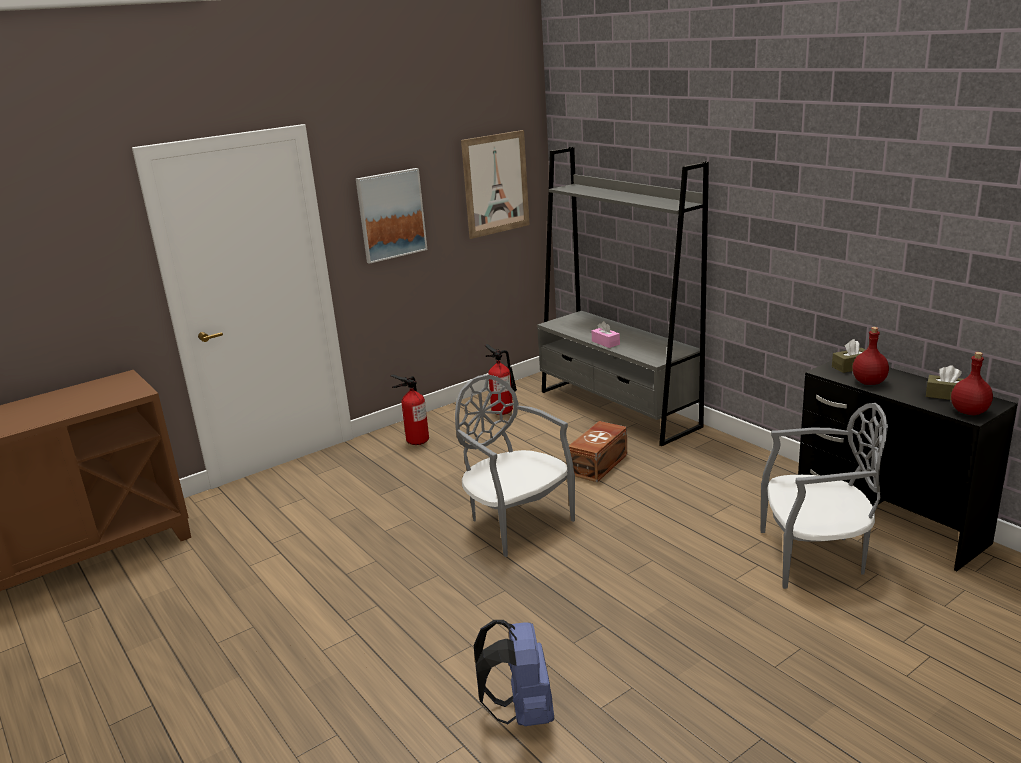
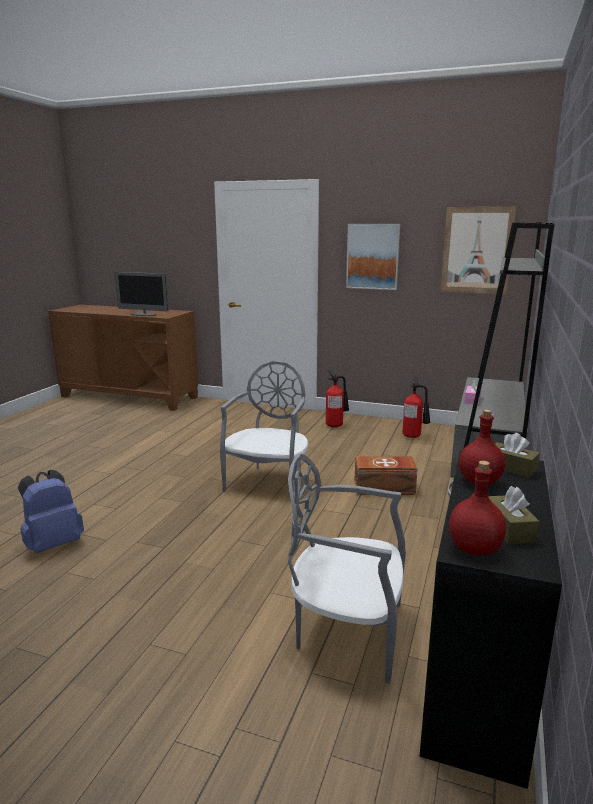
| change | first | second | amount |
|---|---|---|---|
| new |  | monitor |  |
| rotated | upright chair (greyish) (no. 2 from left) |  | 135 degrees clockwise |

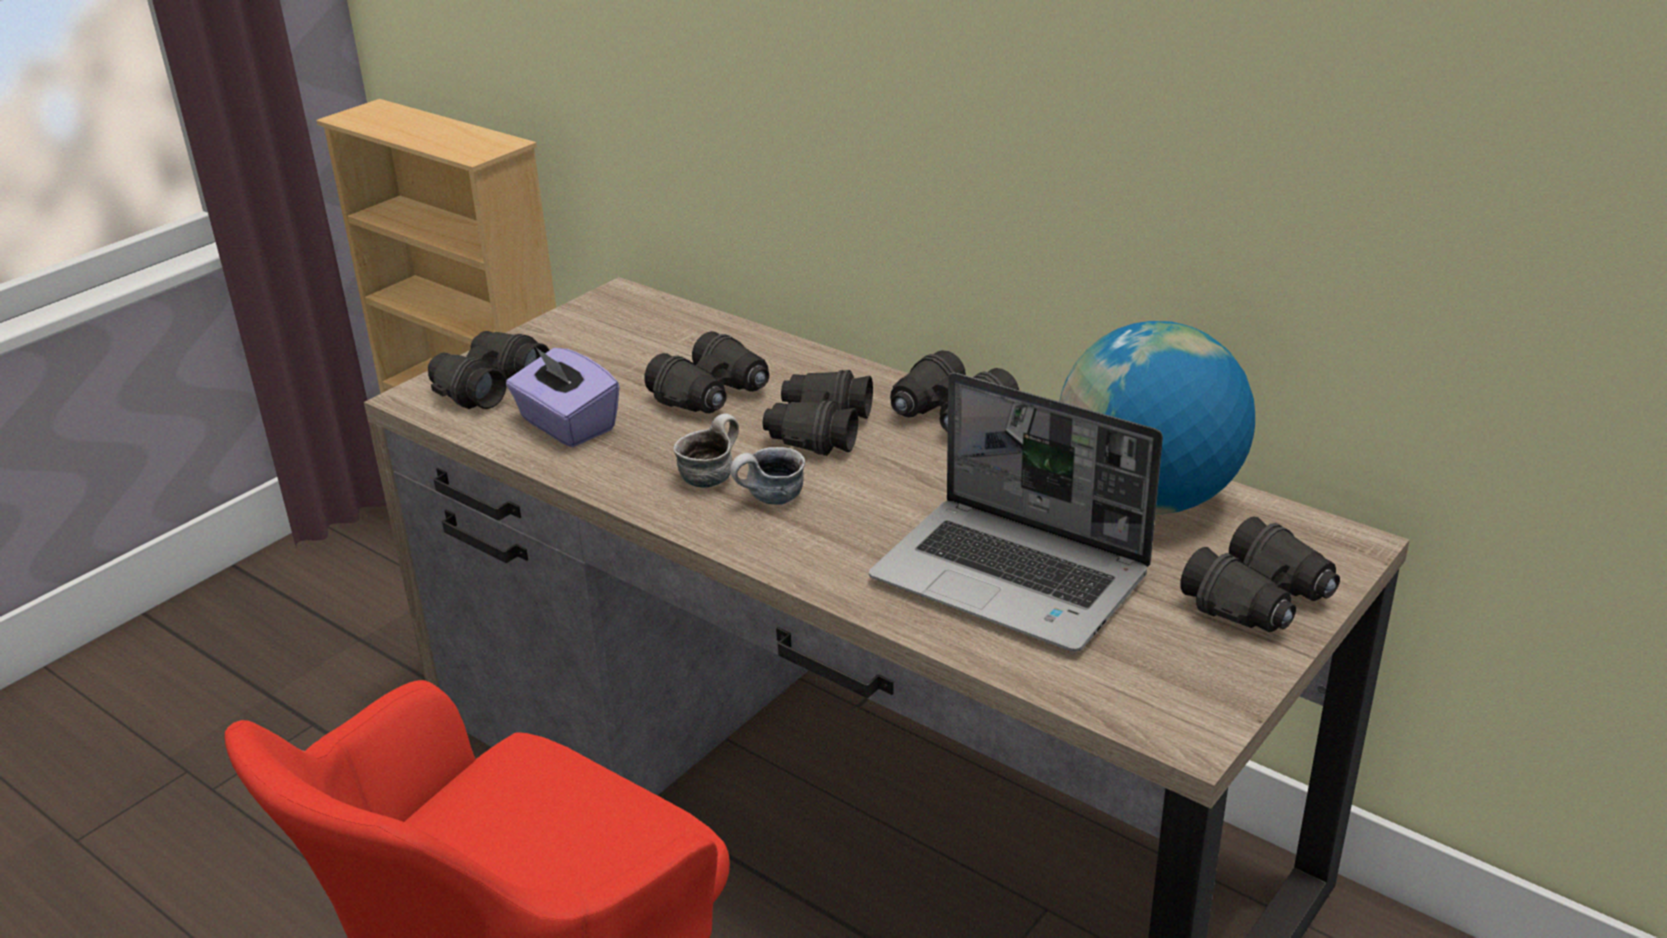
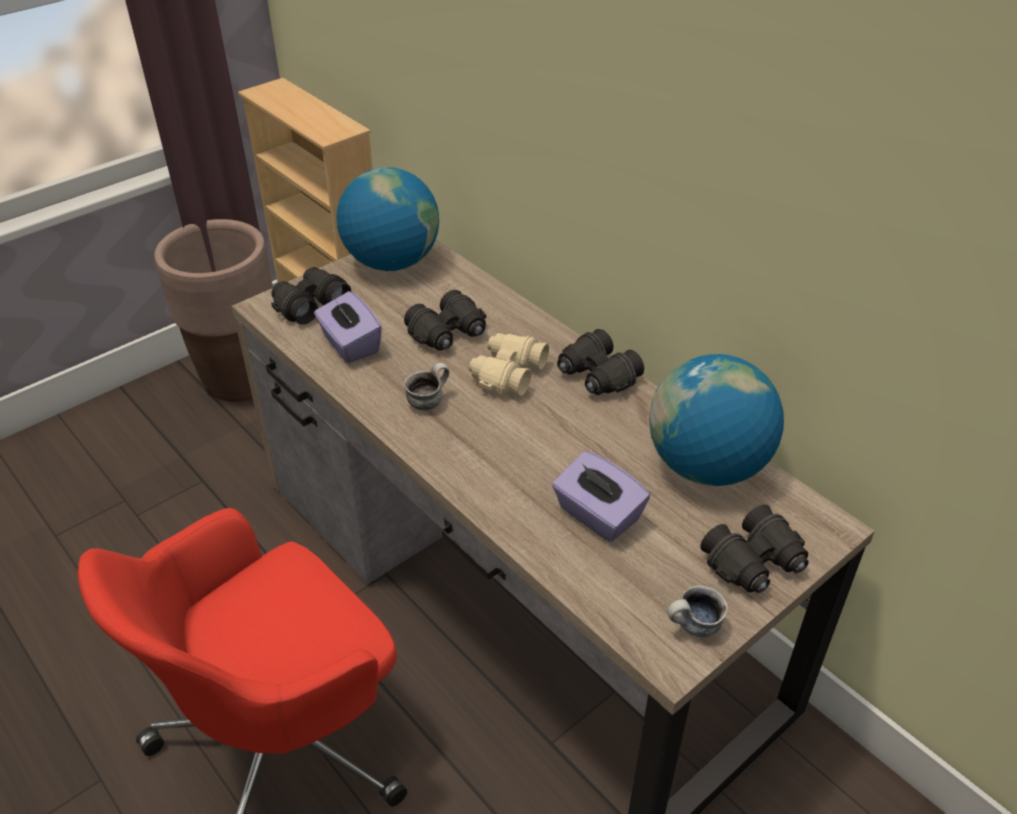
| change | first | second | amount |
|---|---|---|---|
| new |  | planter (brownish) |  |
| new |  | desk globe (no. 1 from left) |  |
| repainted | field glasses (black) (no. 3 from left) | field glasses (sand-coloured) |  |
| swapped | laptop | tissue box (purplish) (no. 2 from left) |  |
| shifted | tea mug (no. 2 from left) |  |  |

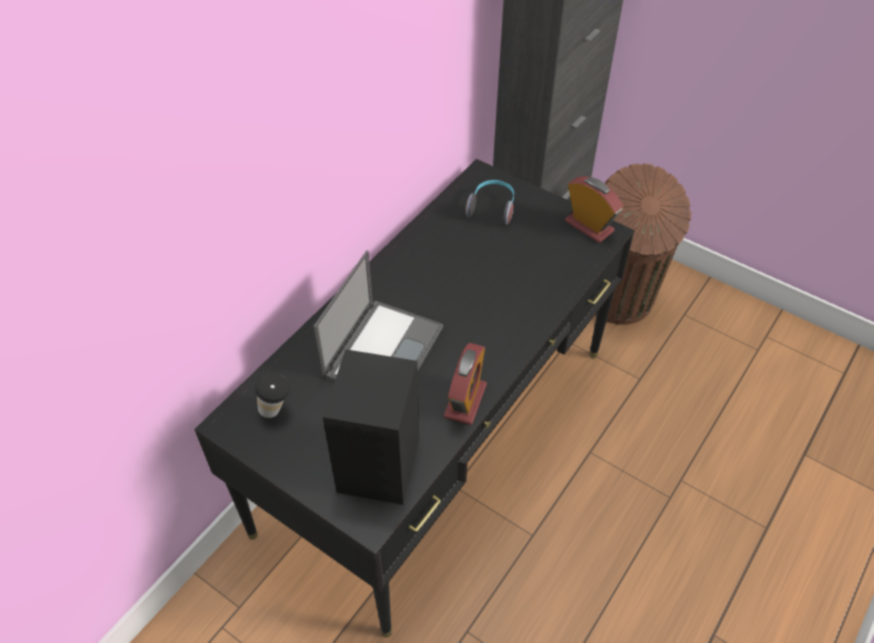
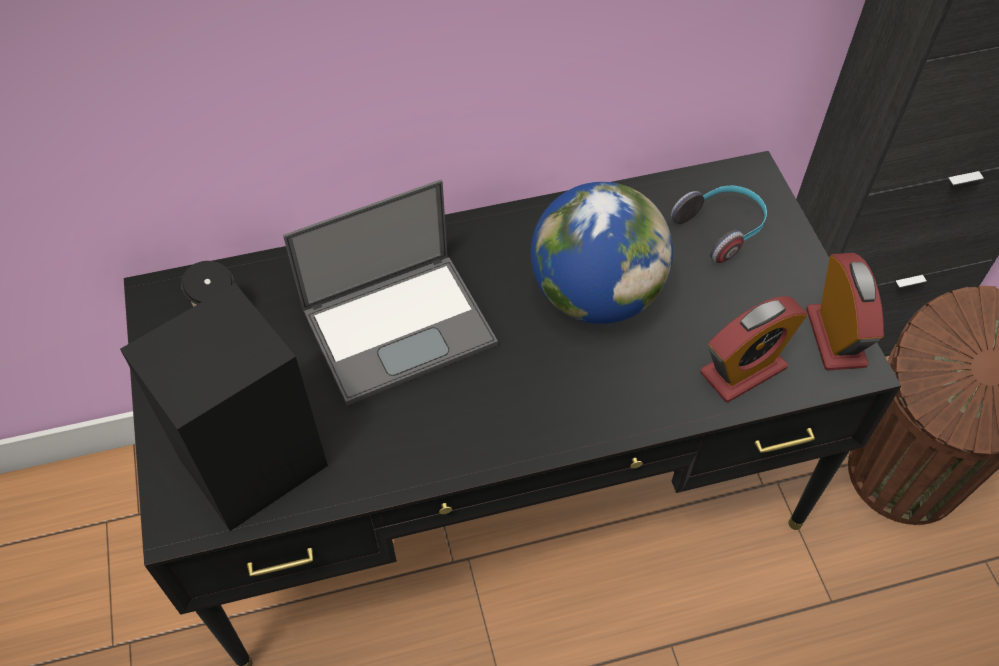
| change | first | second | amount |
|---|---|---|---|
| new |  | desk globe |  |
| shifted | bedside clock (no. 1 from left) |  |  |

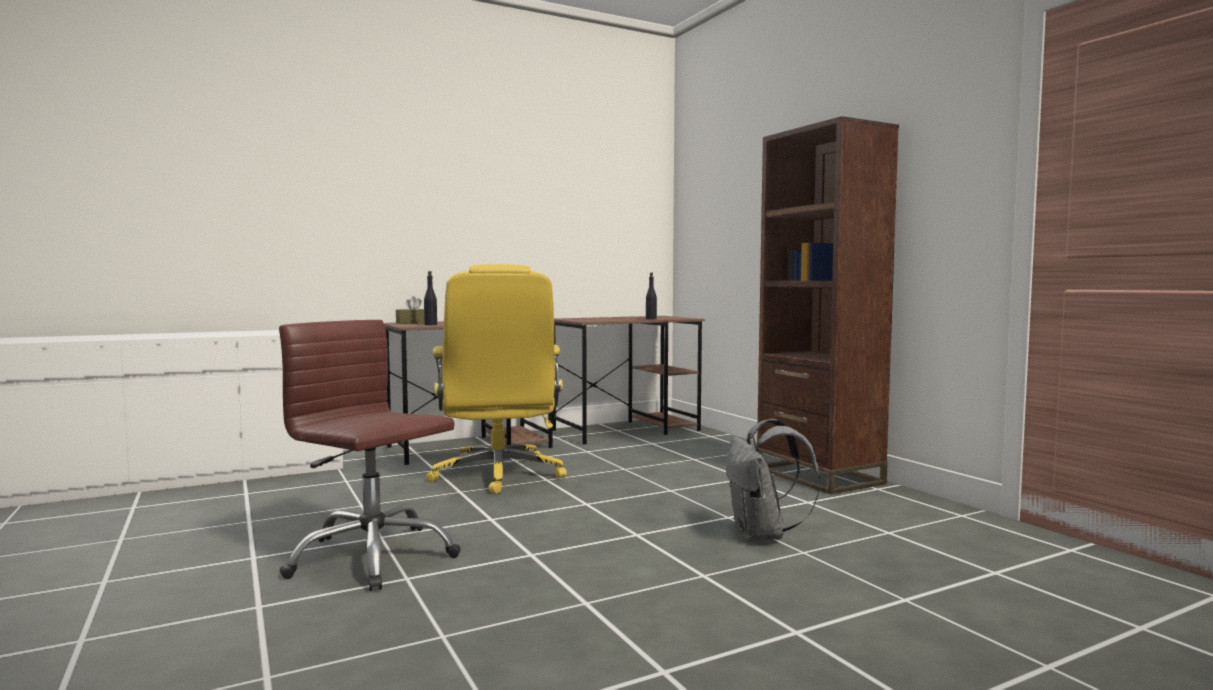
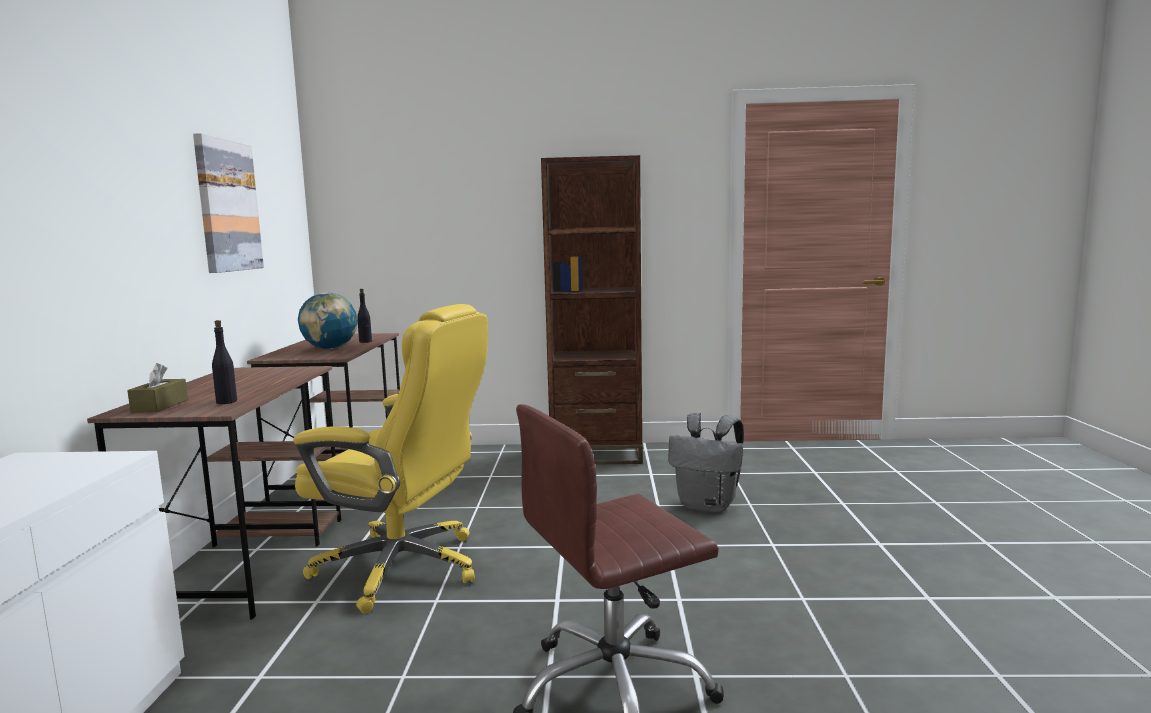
| change | first | second | amount |
|---|---|---|---|
| new |  | wall art |  |
| new |  | desk globe |  |

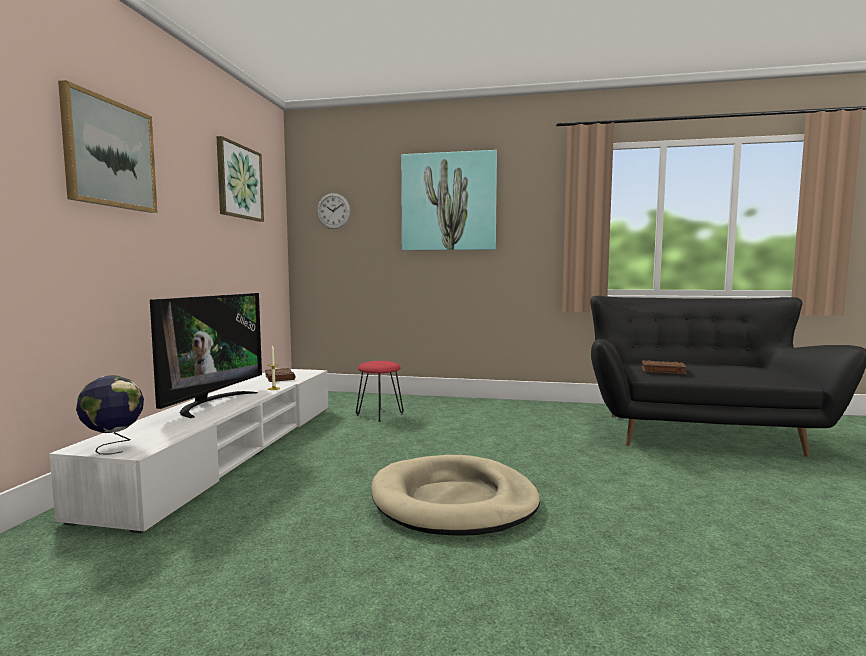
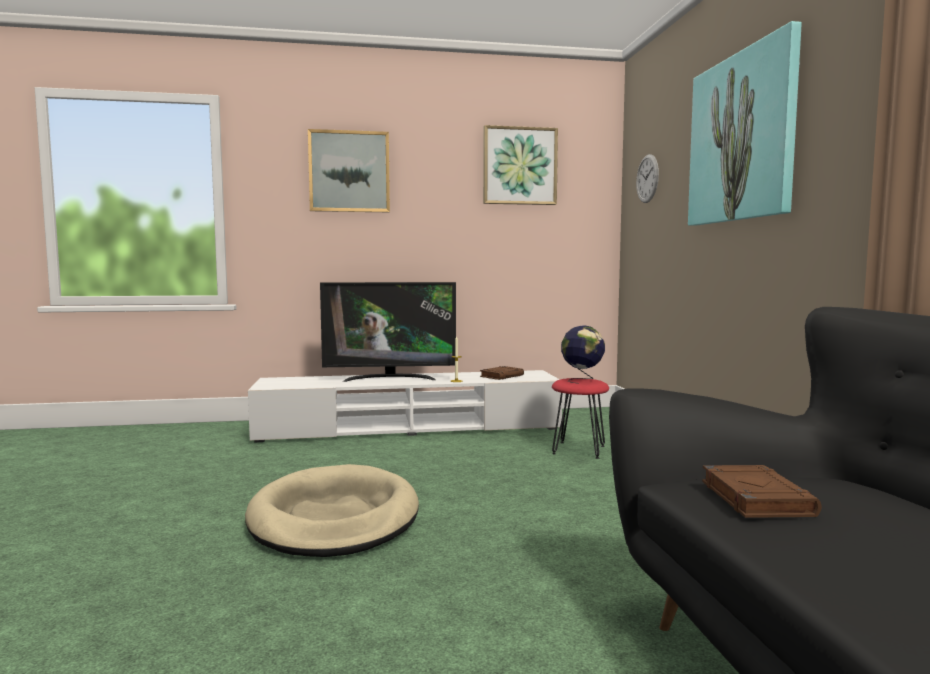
| change | first | second | amount |
|---|---|---|---|
| shifted | desk globe |  |  |

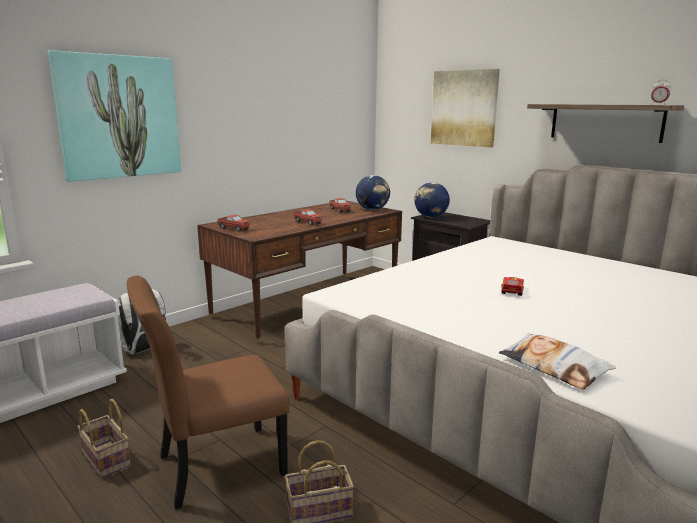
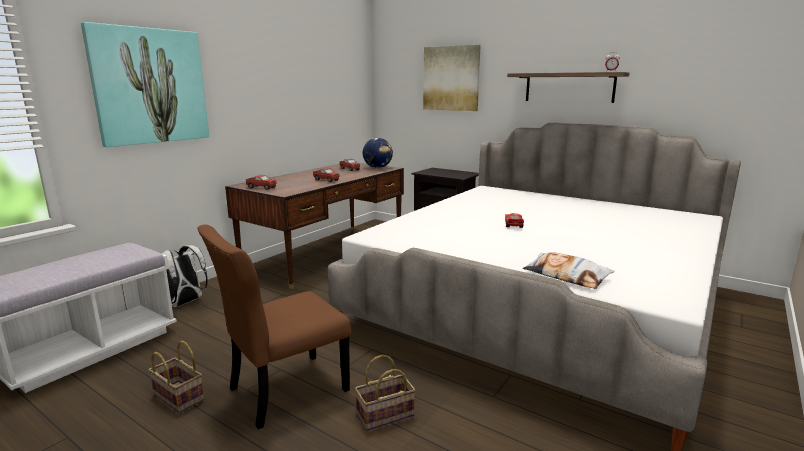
| change | first | second | amount |
|---|---|---|---|
| gone | desk globe (no. 2 from left) |  |  |

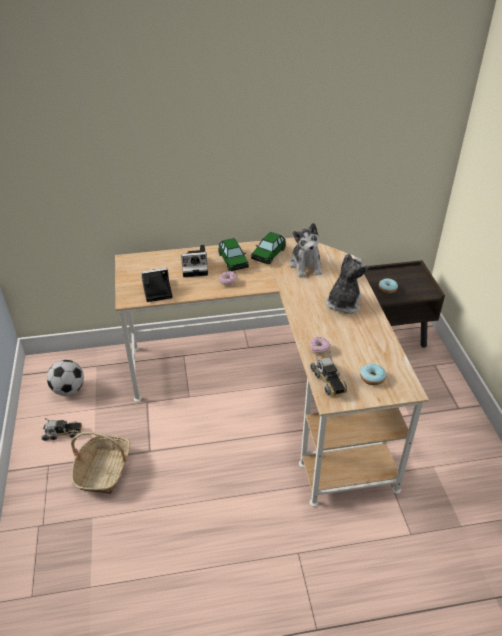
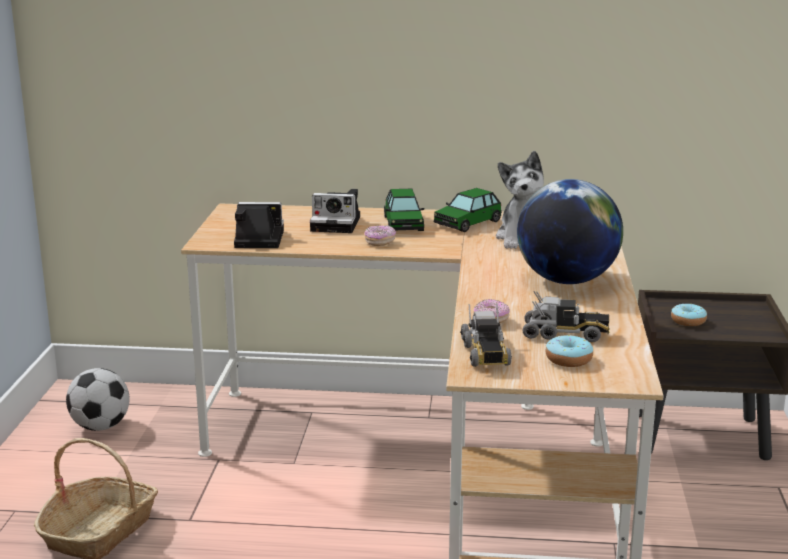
| change | first | second | amount |
|---|---|---|---|
| swapped | cuddly toy (no. 2 from left) | desk globe |  |
| shifted | model truck (no. 1 from left in the first image) | model truck (no. 2 from left) |  |

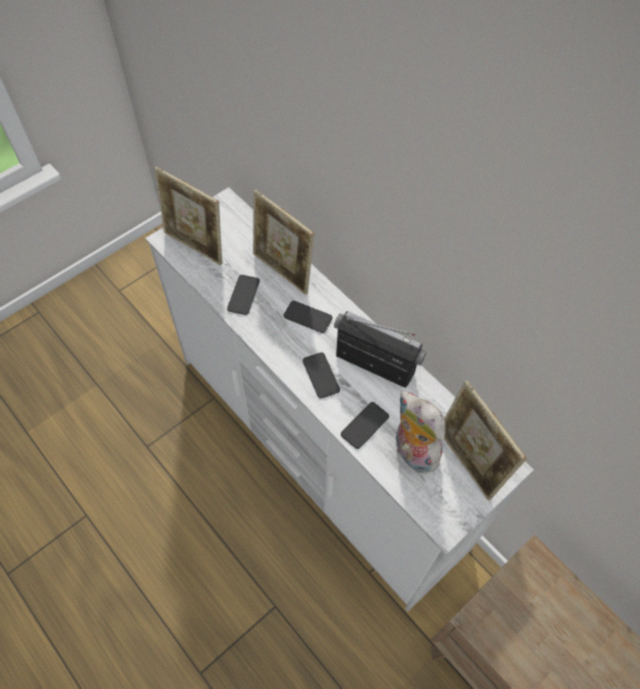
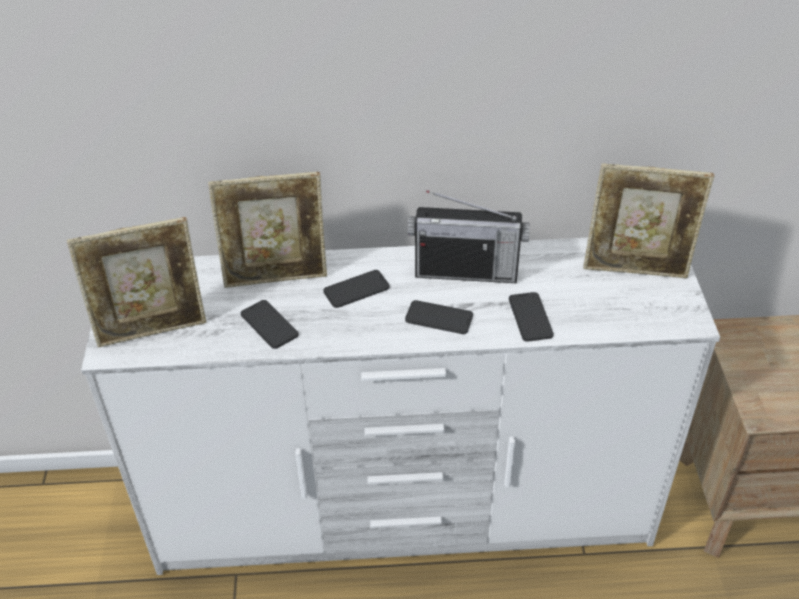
| change | first | second | amount |
|---|---|---|---|
| rotated | radio receiver |  | 150 degrees counterclockwise |
| gone | cuddly toy |  |  |

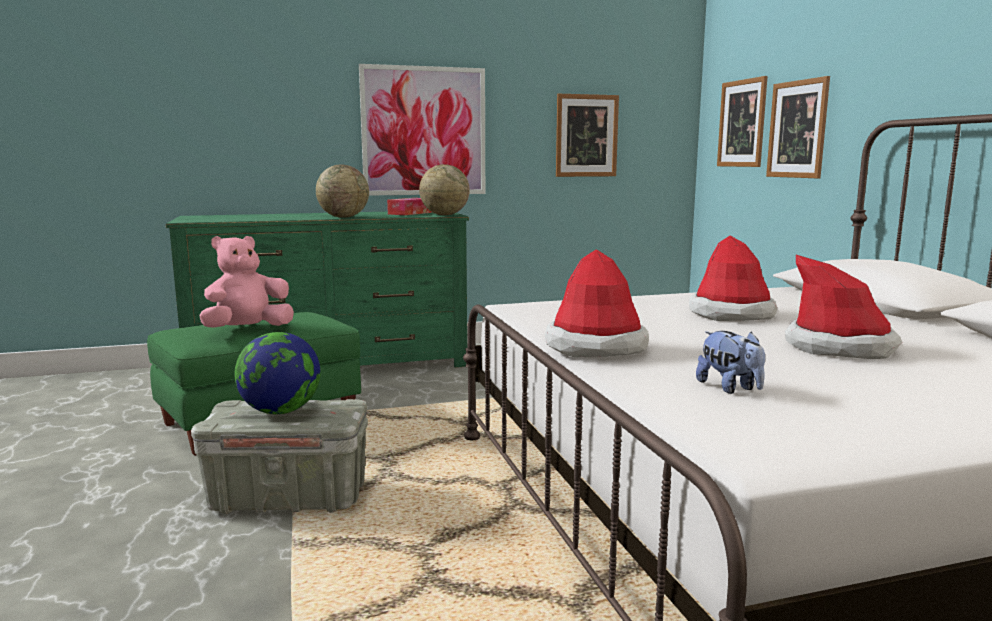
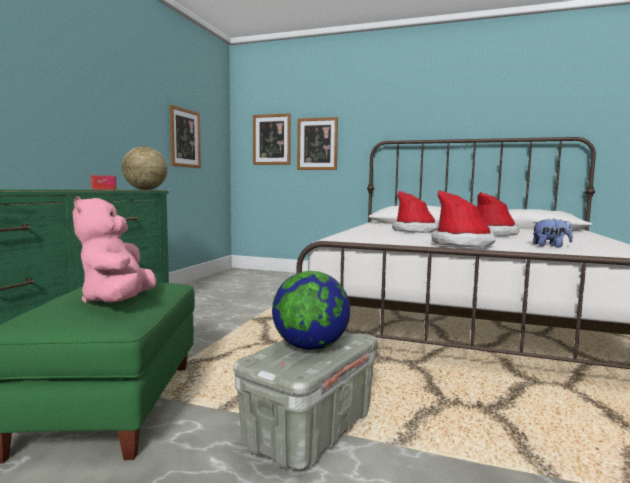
| change | first | second | amount |
|---|---|---|---|
| gone | desk globe (no. 2 from left) |  |  |
| gone | wall art (no. 1 from left) |  |  |

